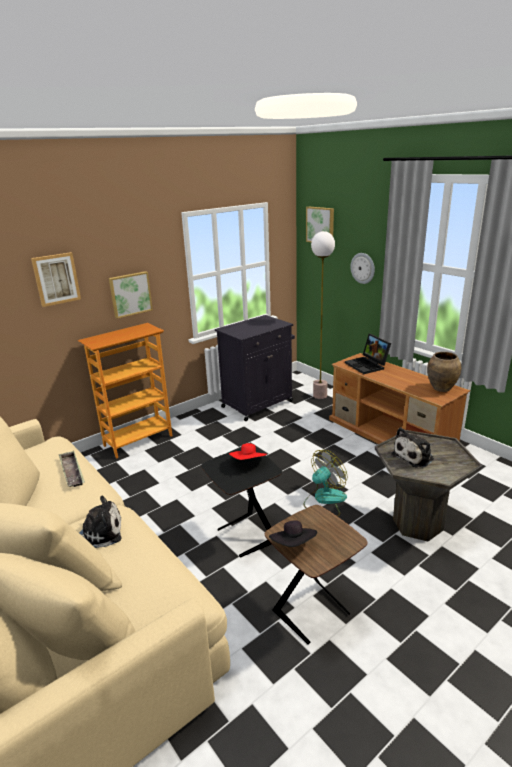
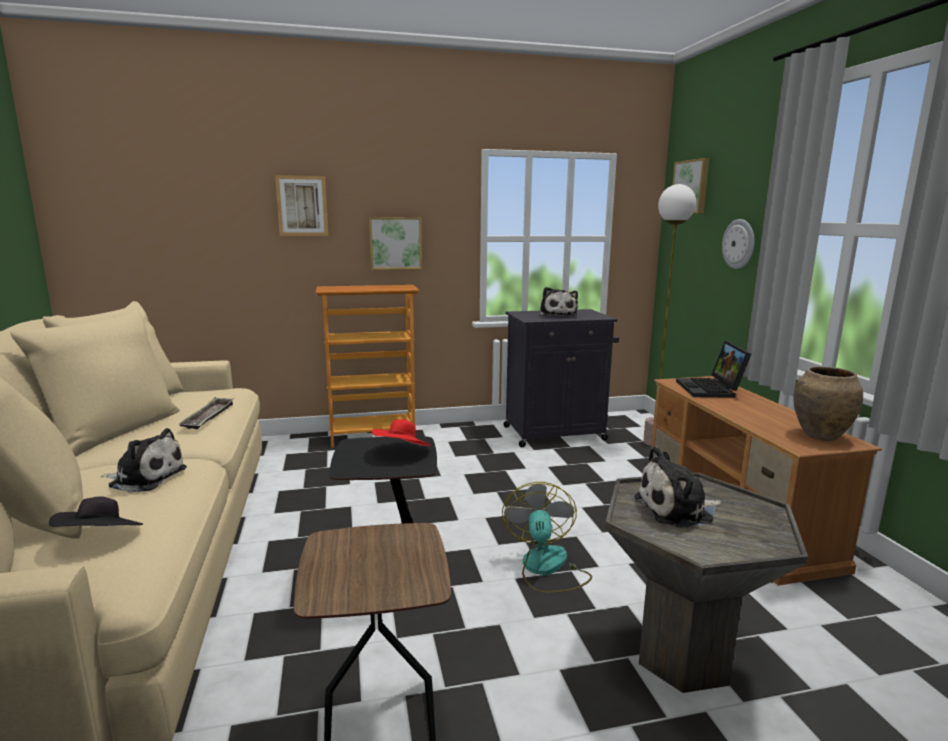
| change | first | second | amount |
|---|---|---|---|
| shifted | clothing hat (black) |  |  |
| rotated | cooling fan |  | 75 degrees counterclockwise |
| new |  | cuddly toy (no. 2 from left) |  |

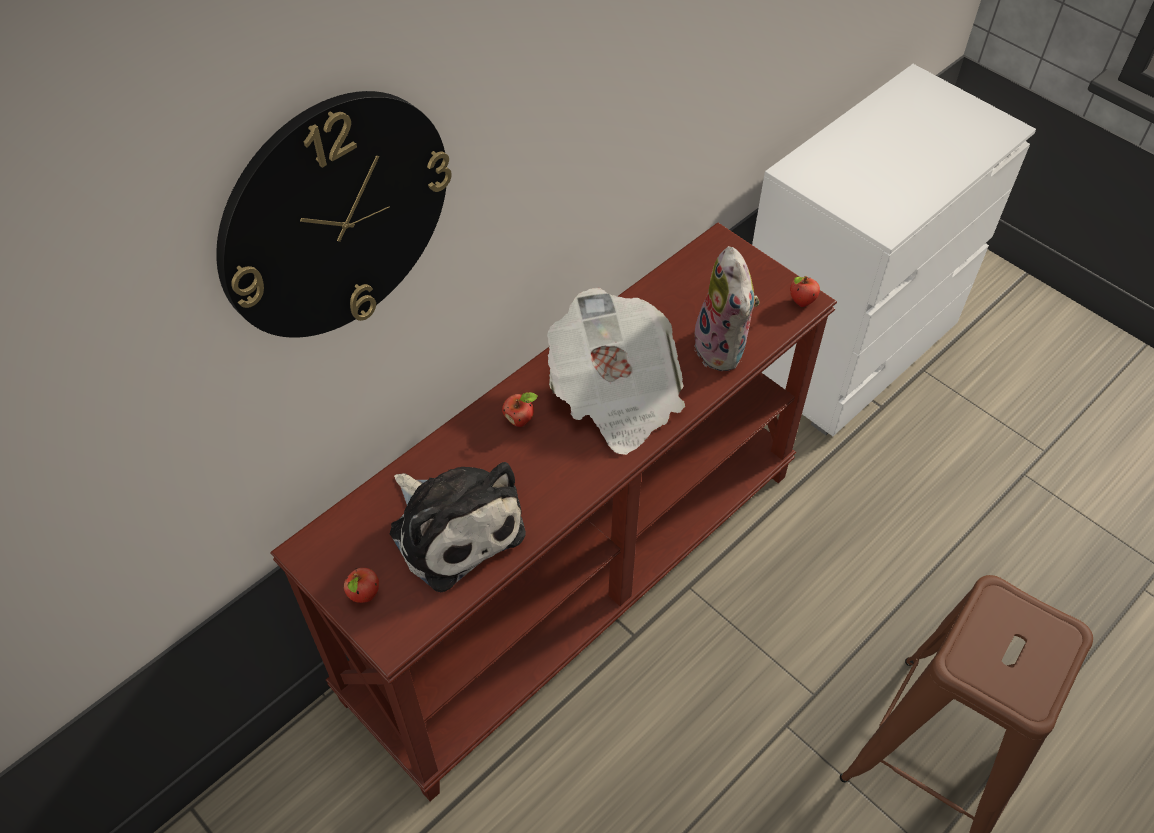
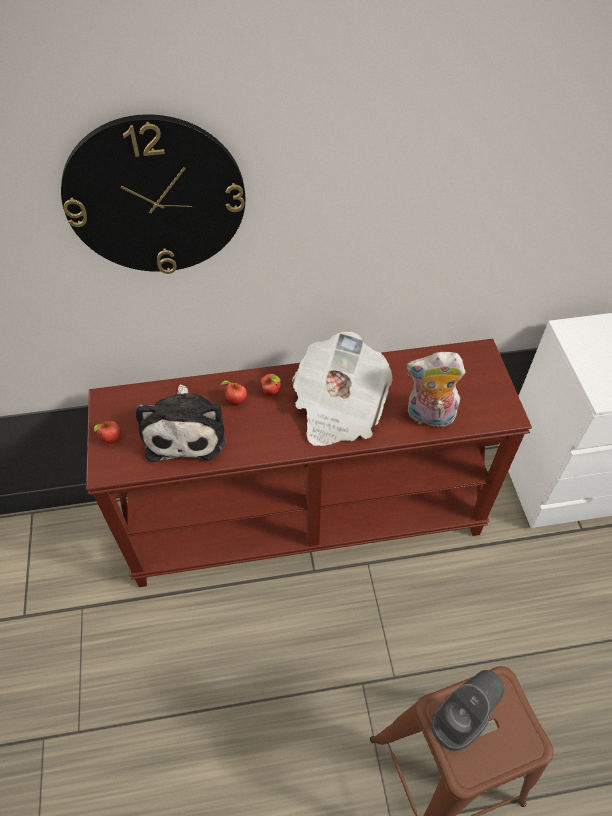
| change | first | second | amount |
|---|---|---|---|
| shifted | apple (no. 3 from left in the first image) | apple (no. 2 from left) |  |
| rotated | cuddly toy (no. 2 from left) |  | 75 degrees clockwise |
| new |  | audio speaker (greyish) |  |

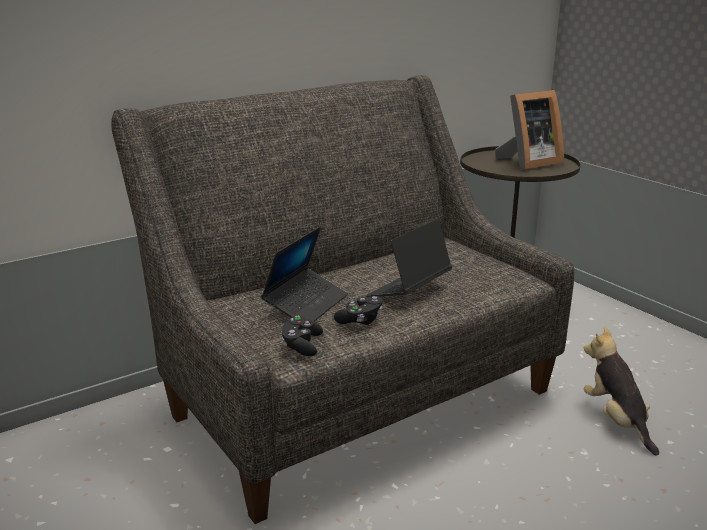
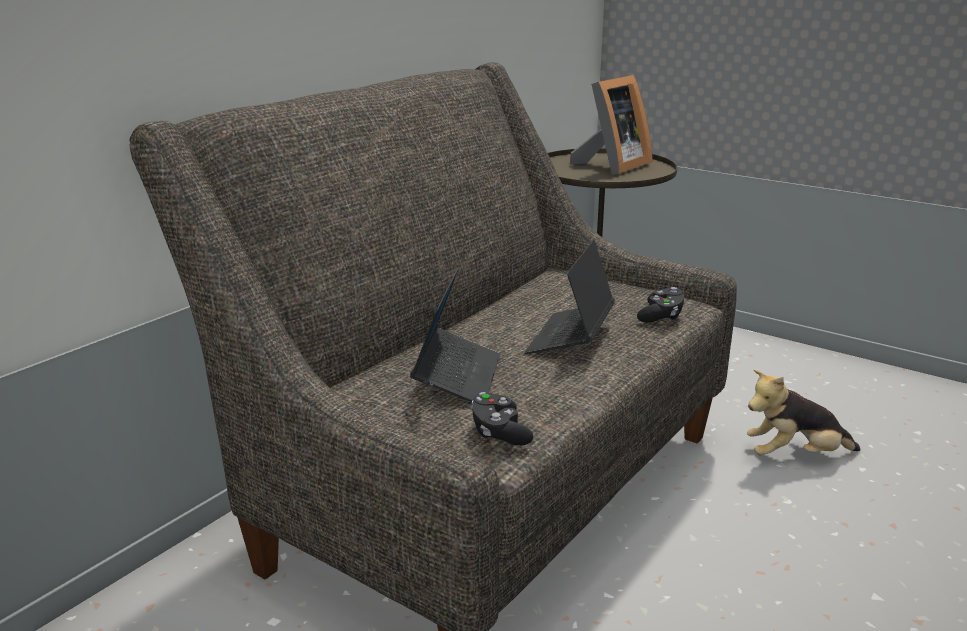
| change | first | second | amount |
|---|---|---|---|
| shifted | game controller (black) (no. 2 from left) |  |  |
| rotated | cuddly toy |  | 60 degrees counterclockwise |

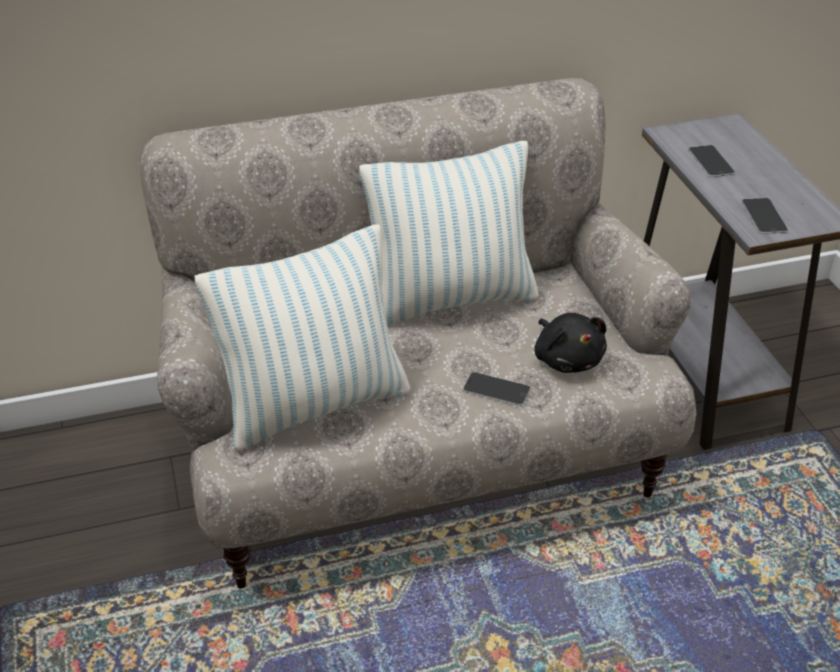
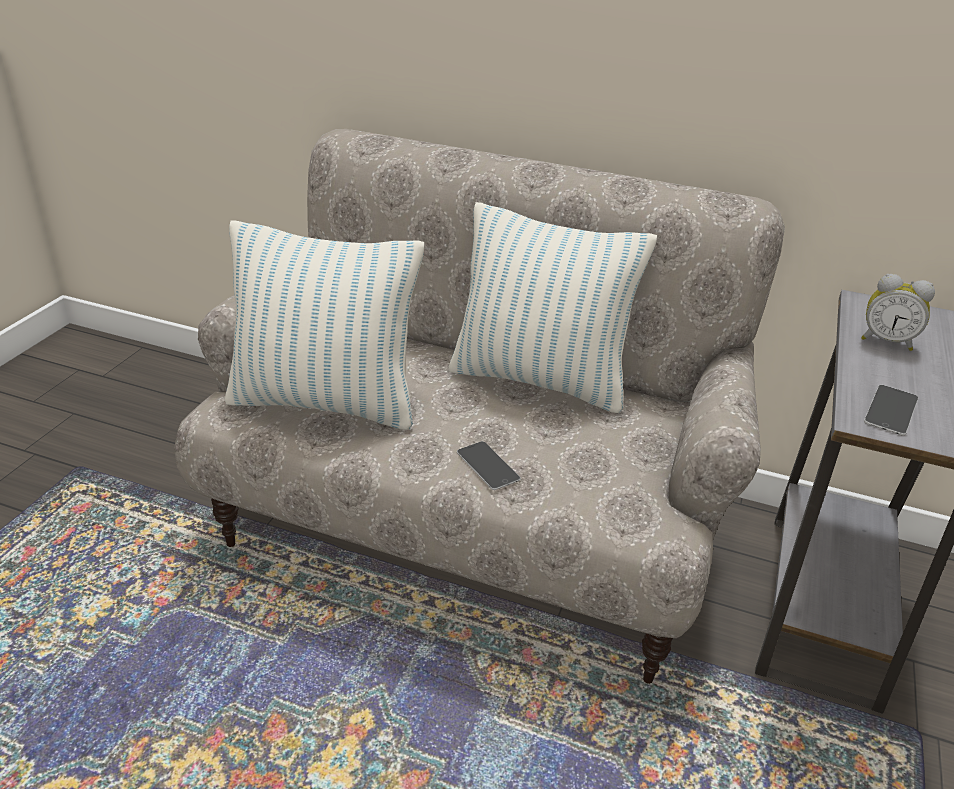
| change | first | second | amount |
|---|---|---|---|
| swapped | telephone (no. 2 from left) | bedside clock |  |
| gone | cuddly toy (black) |  |  |

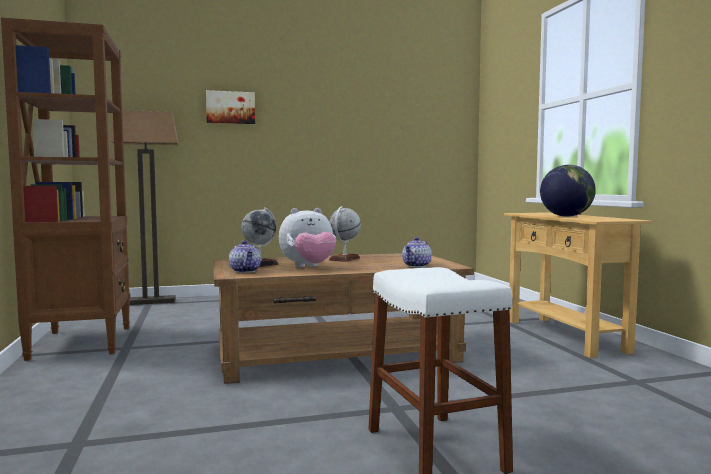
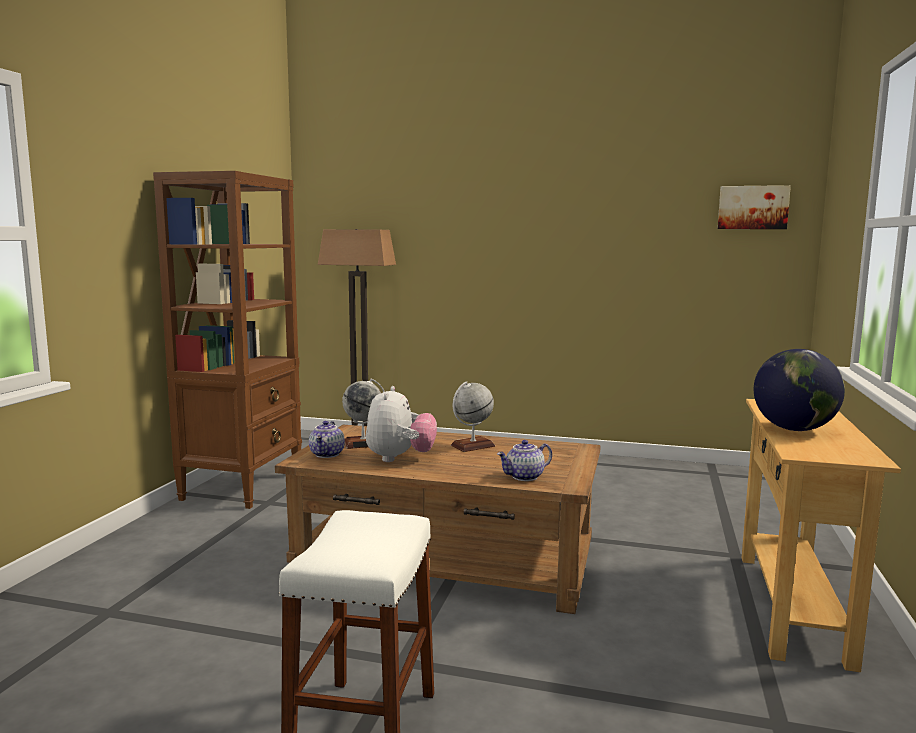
| change | first | second | amount |
|---|---|---|---|
| rotated | cuddly toy |  | 90 degrees counterclockwise |
| shifted | wall art |  |  |

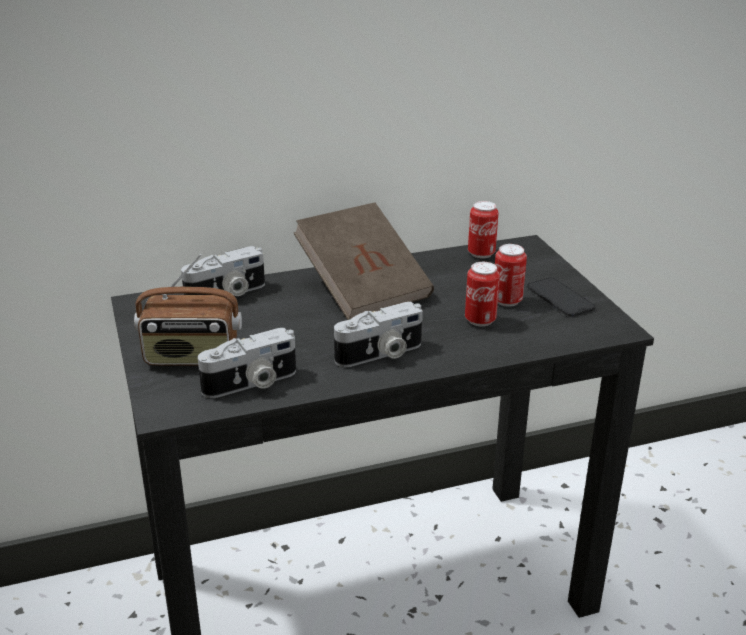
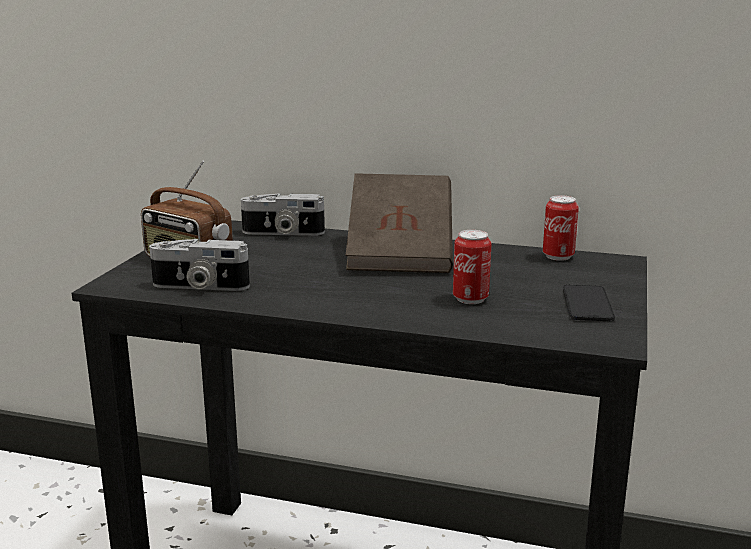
| change | first | second | amount |
|---|---|---|---|
| gone | still camera (no. 3 from left) |  |  |
| gone | metal can (no. 3 from left) |  |  |

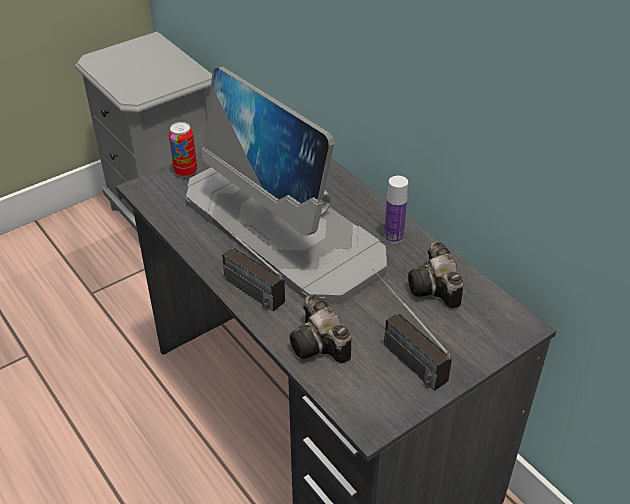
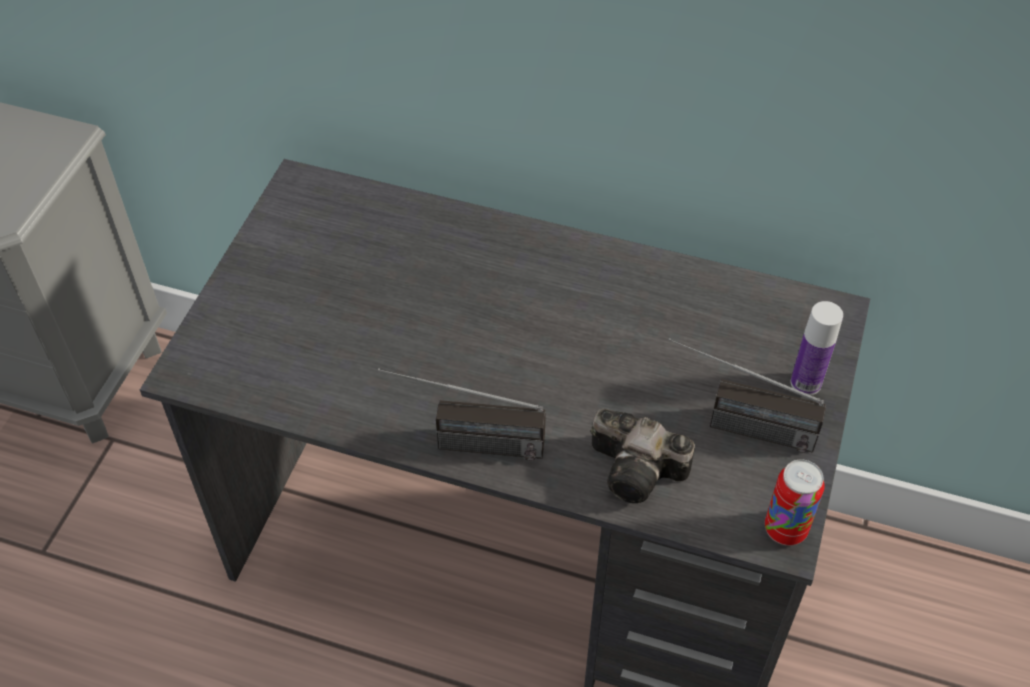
| change | first | second | amount |
|---|---|---|---|
| shifted | metal can |  |  |
| shifted | drink bottle |  |  |
| gone | monitor |  |  |
| gone | still camera (no. 2 from left) |  |  |

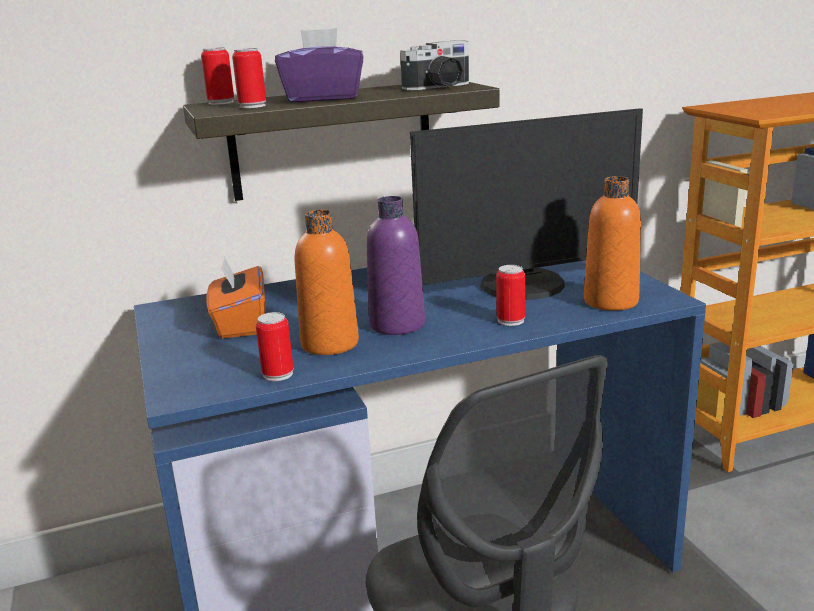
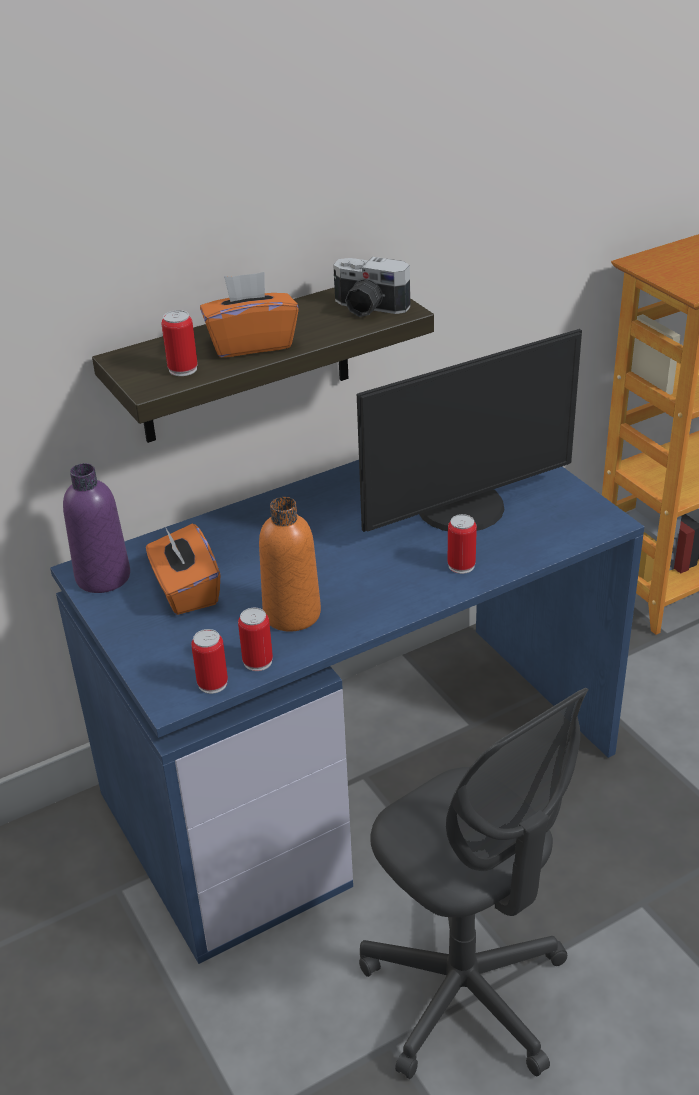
| change | first | second | amount |
|---|---|---|---|
| shifted | drink bottle (purplish) |  |  |
| shifted | metal can (no. 1 from left in the first image) | metal can (no. 2 from left) |  |
| repainted | tissue box (purplish) | tissue box (orange) (no. 2 from left) |  |
| rotated | still camera |  | 60 degrees clockwise |
| gone | drink bottle (orange) (no. 2 from left) |  |  |

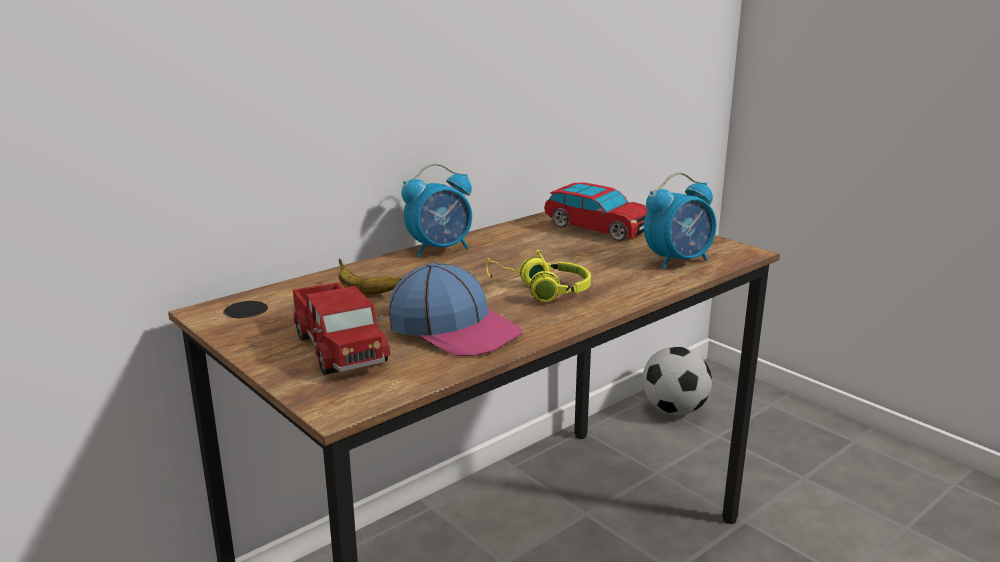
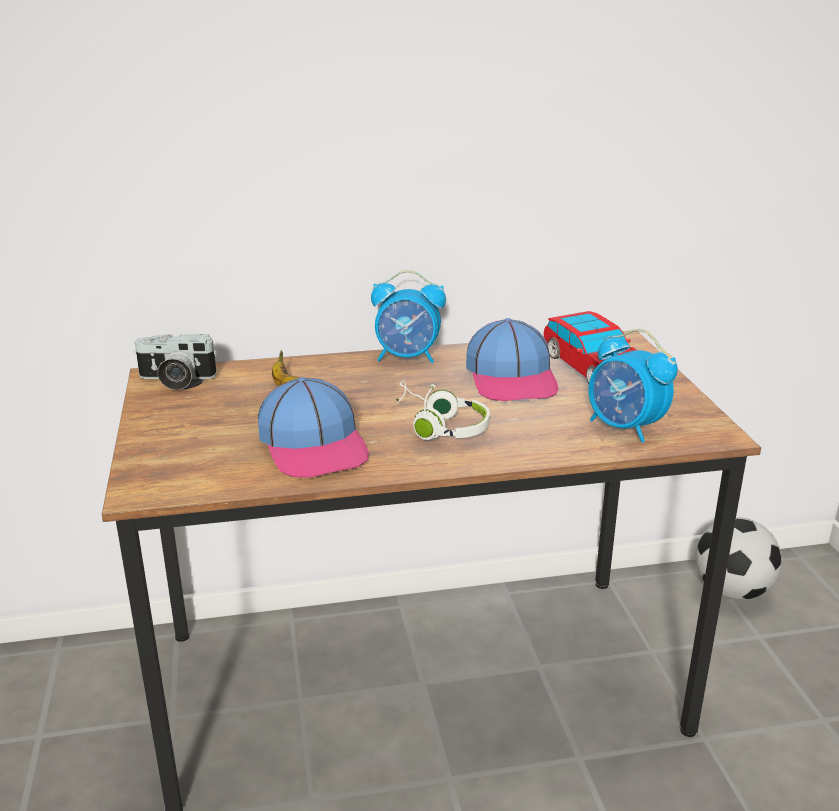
| change | first | second | amount |
|---|---|---|---|
| new |  | still camera |  |
| repainted | headphones (yellowish) | headphones (white) |  |
| new |  | baseball cap (no. 2 from left) |  |
| rotated | bedside clock (no. 2 from left) |  | 45 degrees clockwise |
| gone | model truck |  |  |

